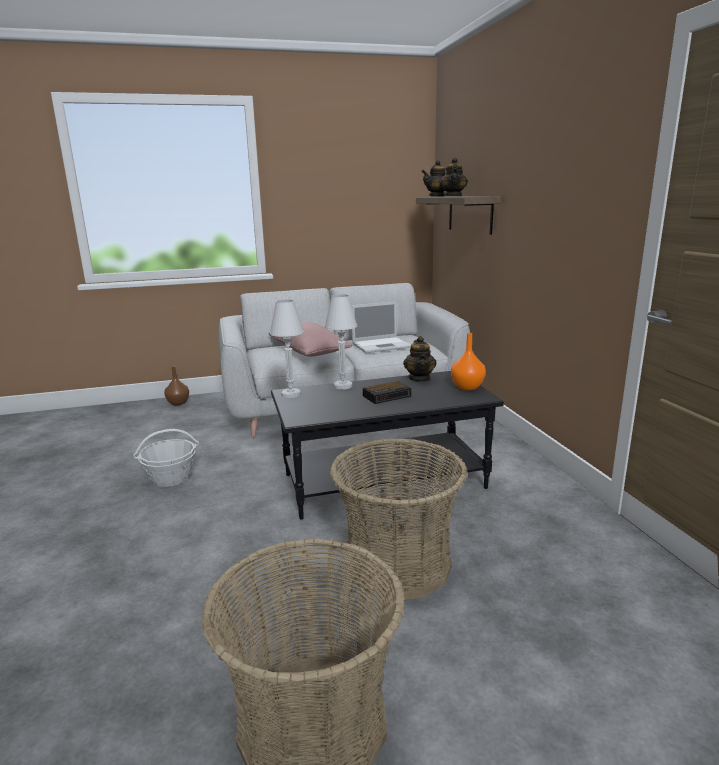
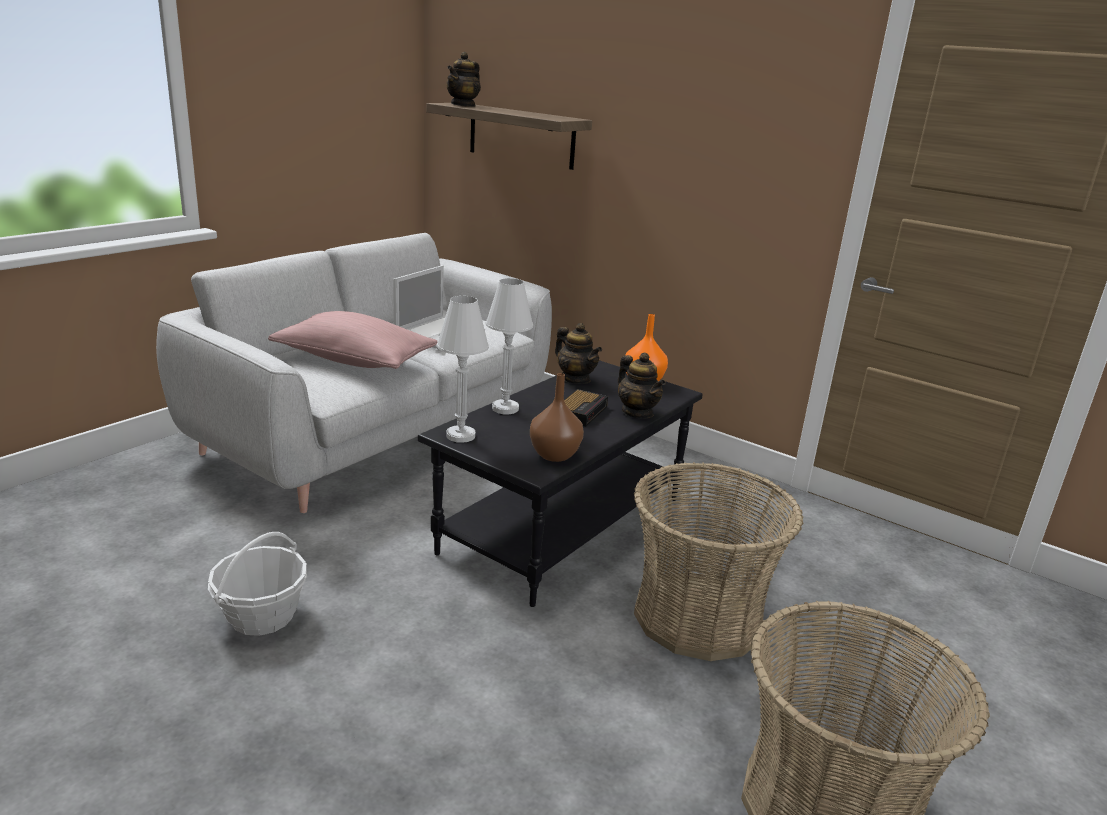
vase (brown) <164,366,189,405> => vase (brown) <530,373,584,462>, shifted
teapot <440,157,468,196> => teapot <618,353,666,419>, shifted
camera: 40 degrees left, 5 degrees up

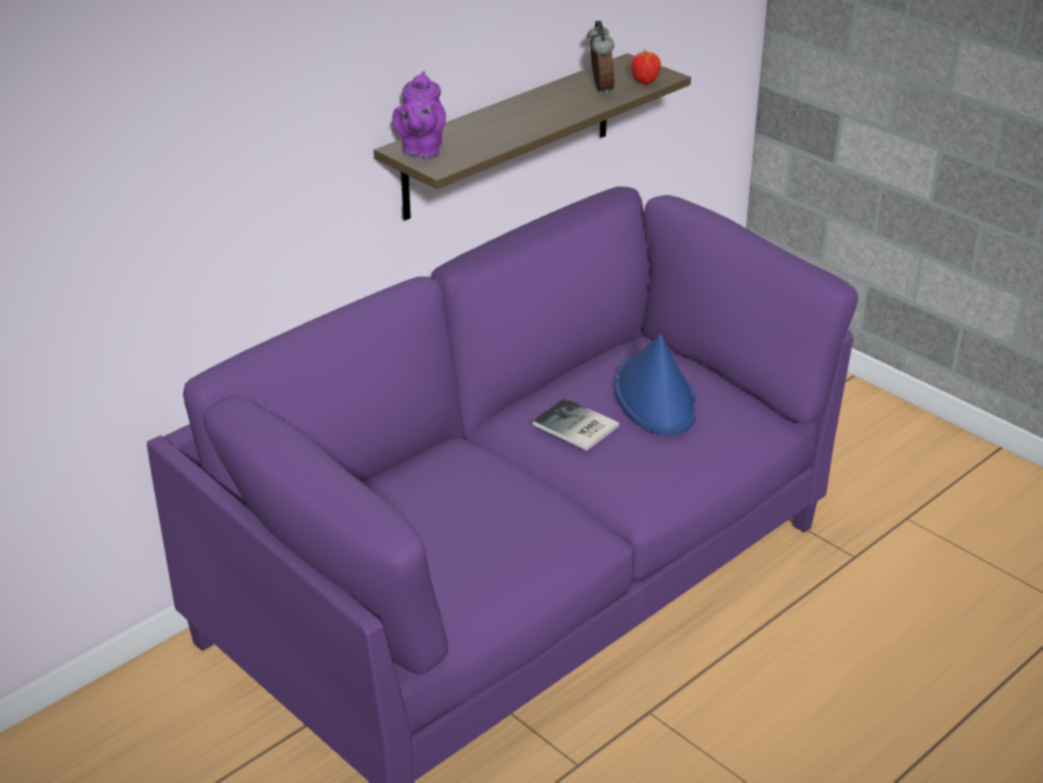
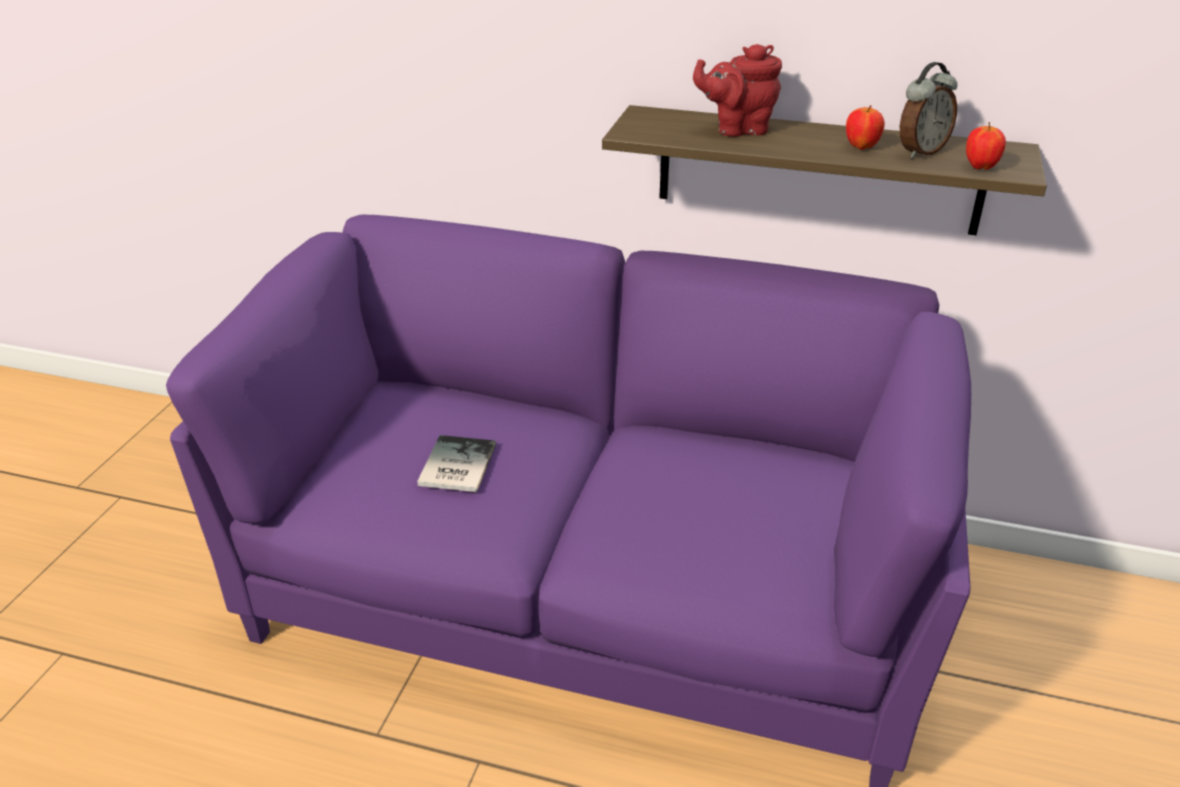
book <533,398,619,451> => book <417,435,496,492>, shifted
nothing => teapot (red) <693,44,782,137>
nothing => apple <846,105,885,150>
teapot (purple) <392,71,446,159> => nothing
hat (blue) <614,334,696,435> => nothing
camera: 60 degrees right, 0 degrees up

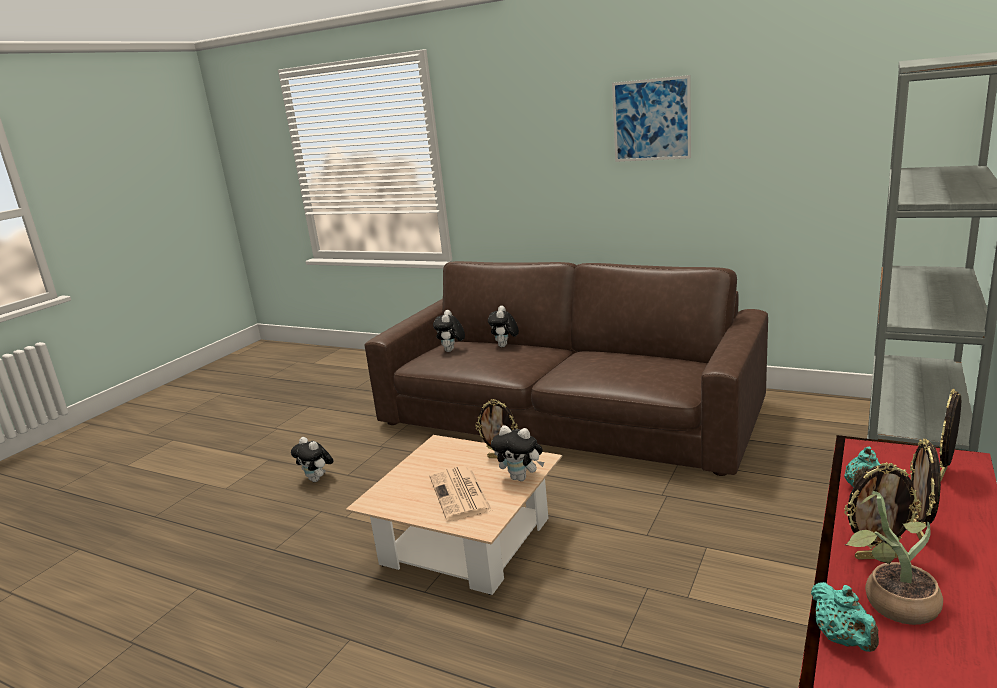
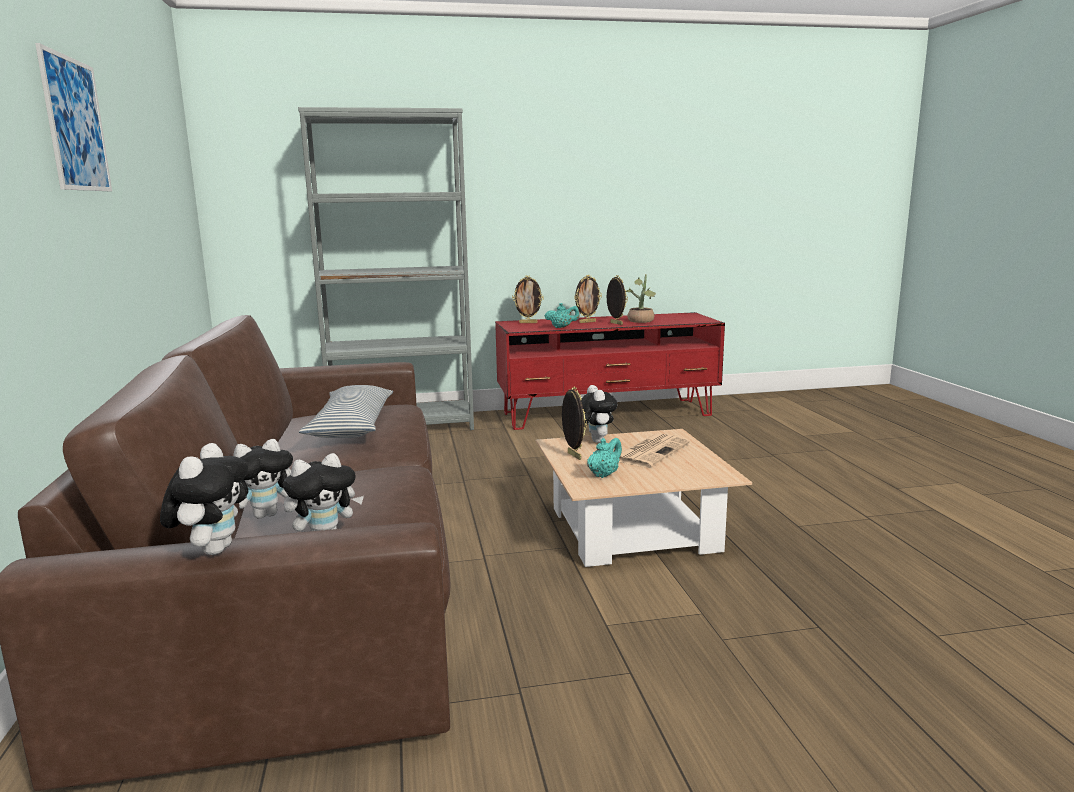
plush toy <291,437,334,482> => plush toy <160,443,248,555>, shifted
nothing => pillow <299,385,393,438>
teapot (turquoise) <811,582,879,652> => teapot (turquoise) <587,438,622,478>, shifted
camera: 130 degrees left, 5 degrees down

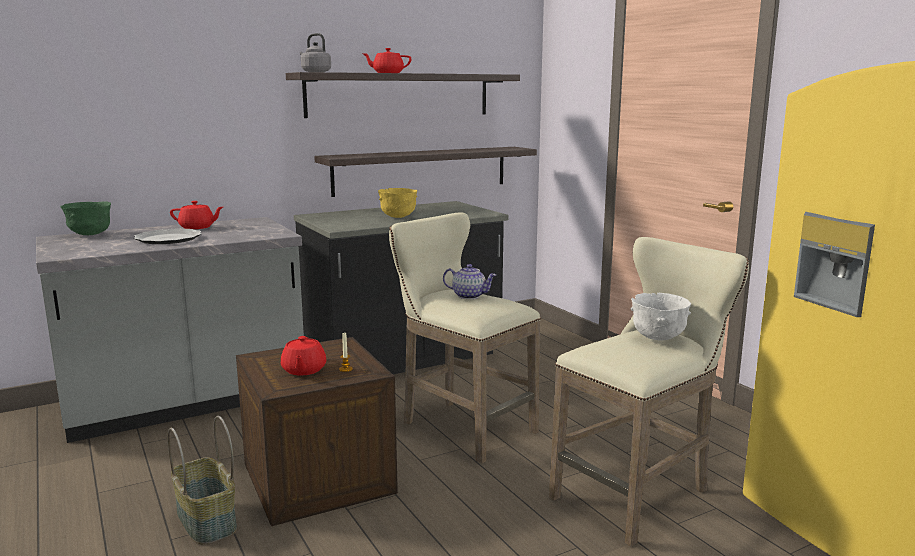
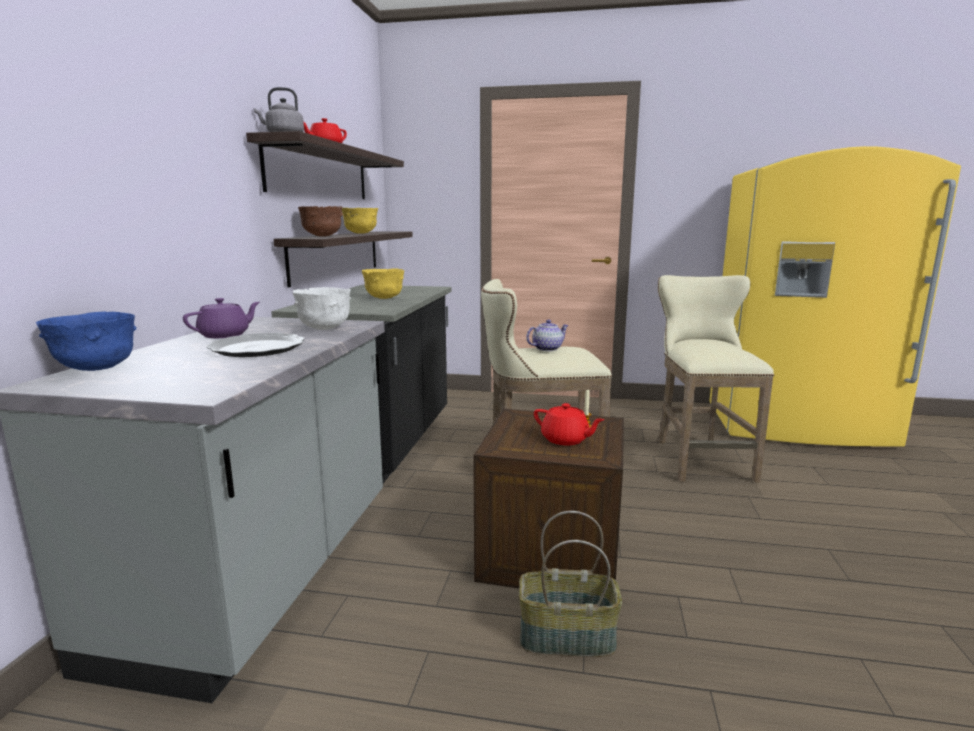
bowl (green) <60,201,111,235> => bowl (blue) <36,312,136,371>
teapot (red) <170,201,223,229> => teapot (purple) <183,298,260,338>
bowl (white) <631,293,691,340> => bowl (white) <292,287,351,330>, shifted
nothing => bowl (brown) <298,206,343,237>
nothing => bowl (yellow) <342,208,378,234>
camera: 50 degrees left, 0 degrees up

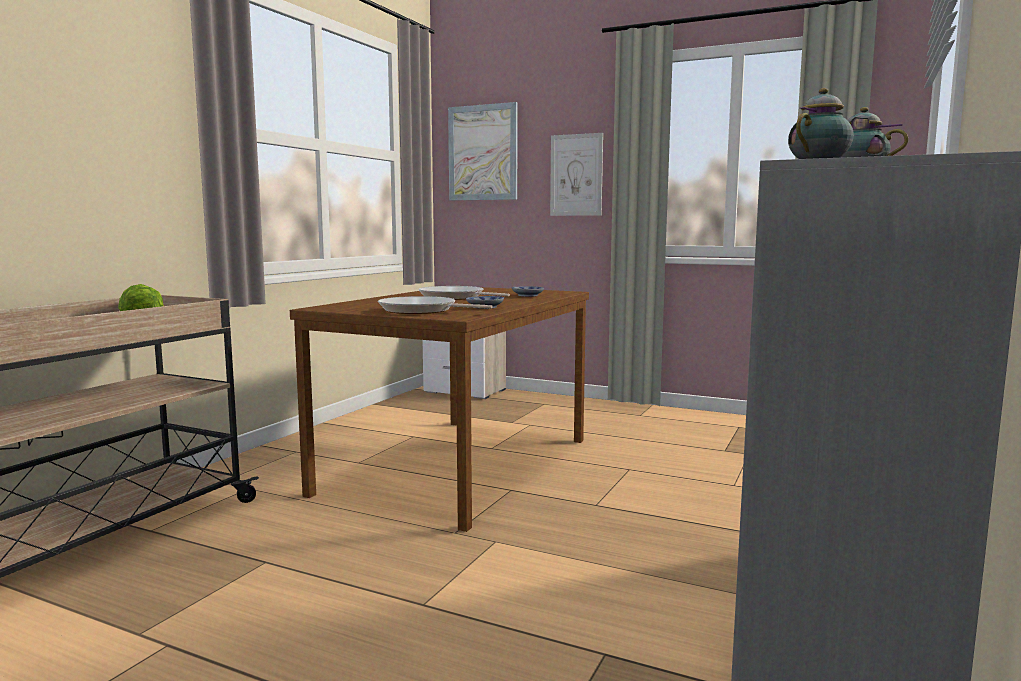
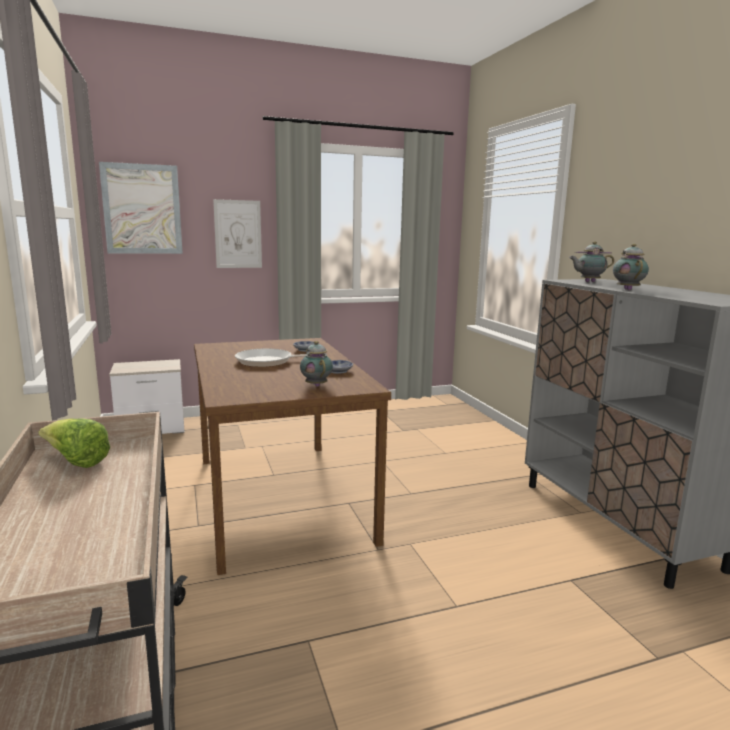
frying pan <378,296,493,314> => teapot <300,341,333,387>
camera: 45 degrees left, 5 degrees up

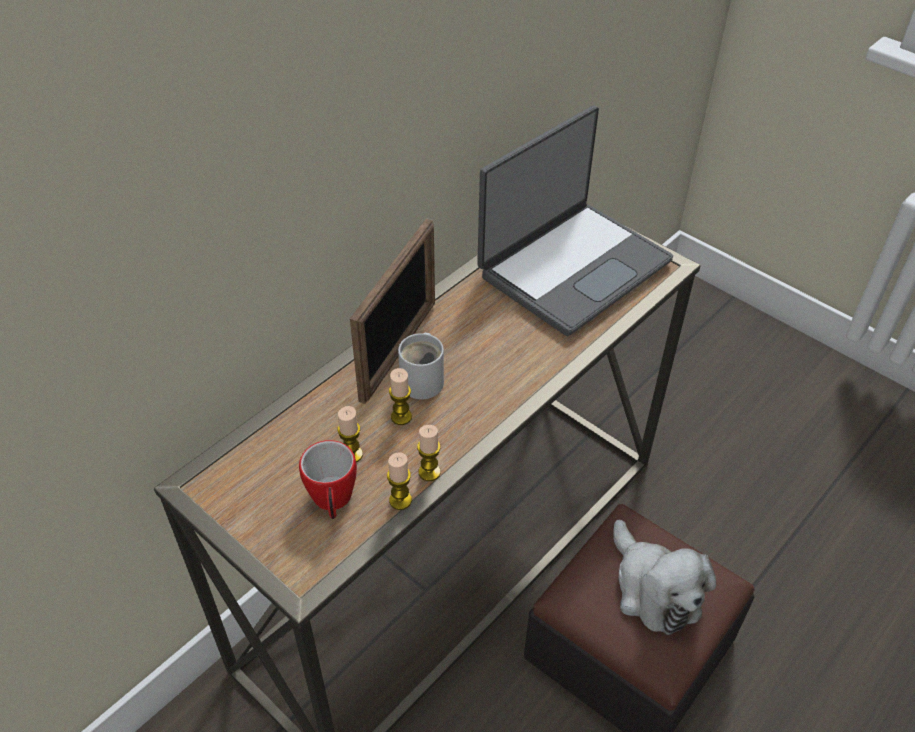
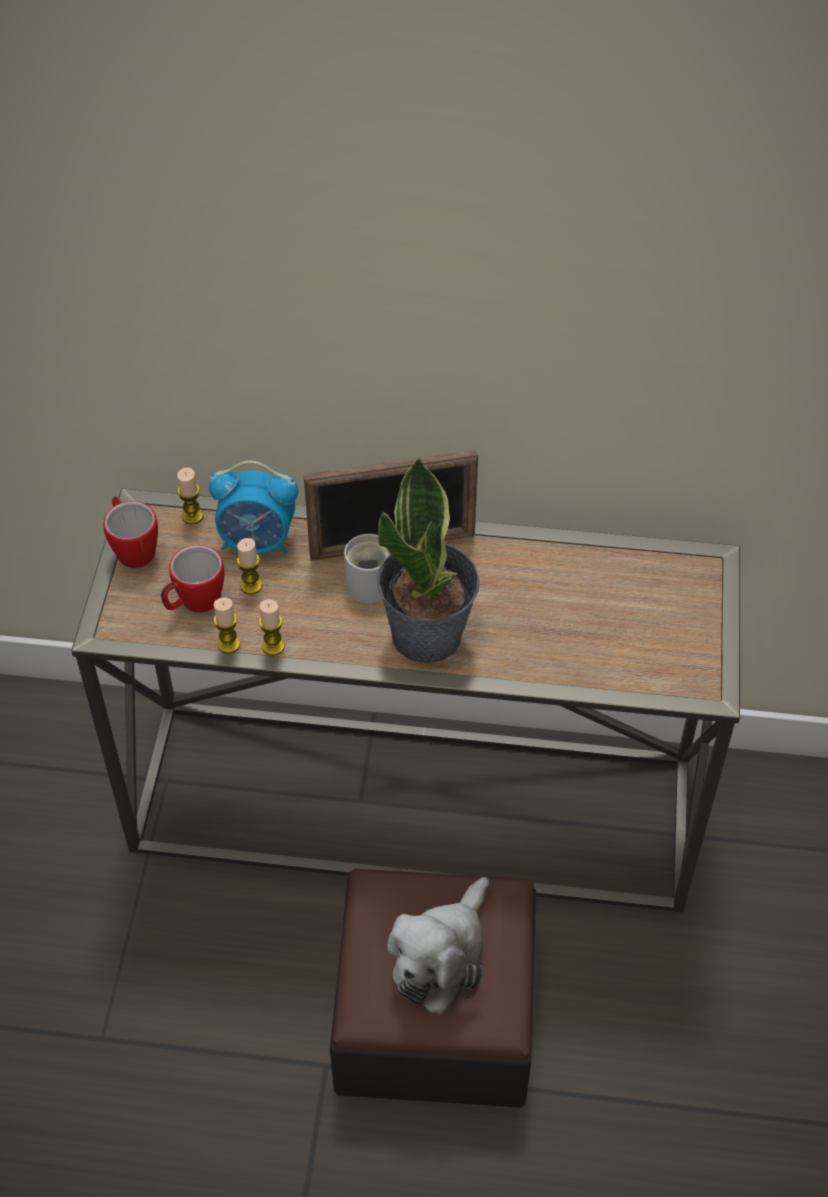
nothing => mug <103,496,158,568>
candle <389,368,412,425> => candle <177,467,203,524>, shifted
nothing => alarm clock <209,461,298,554>
nothing => potted plant <377,457,480,663>
laptop <477,106,673,336> => nothing
camera: 55 degrees right, 5 degrees up

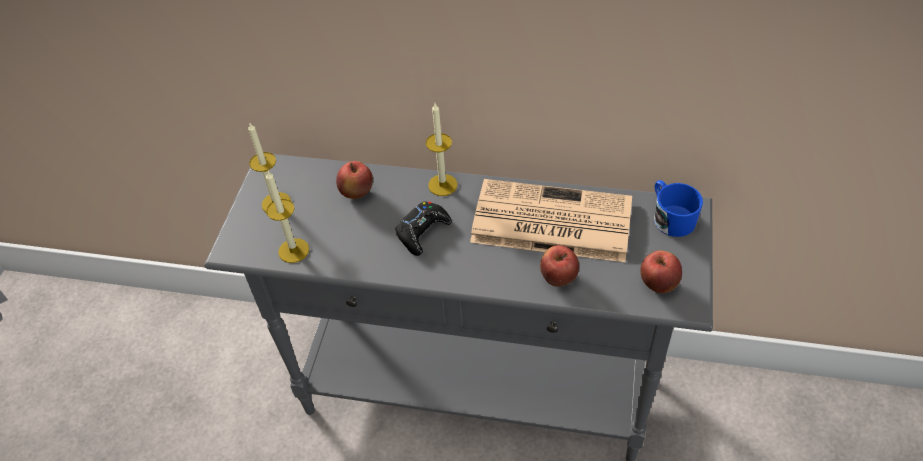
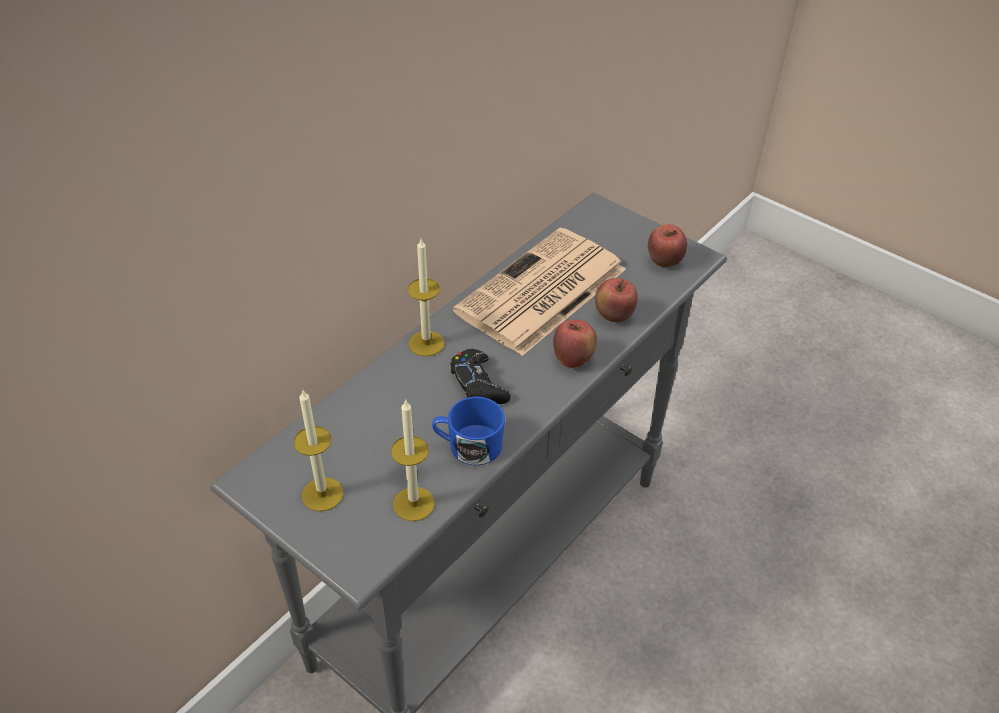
mug (blue) <654,180,703,237> => mug (blue) <432,396,505,465>, shifted
apple <336,161,373,199> => apple <553,320,597,368>, shifted
camera: 65 degrees left, 5 degrees down

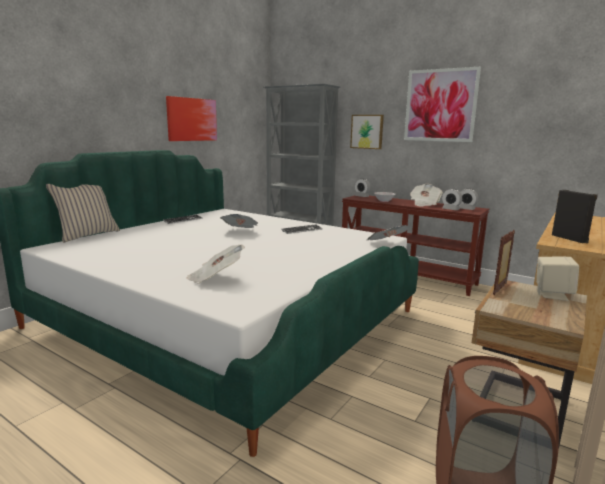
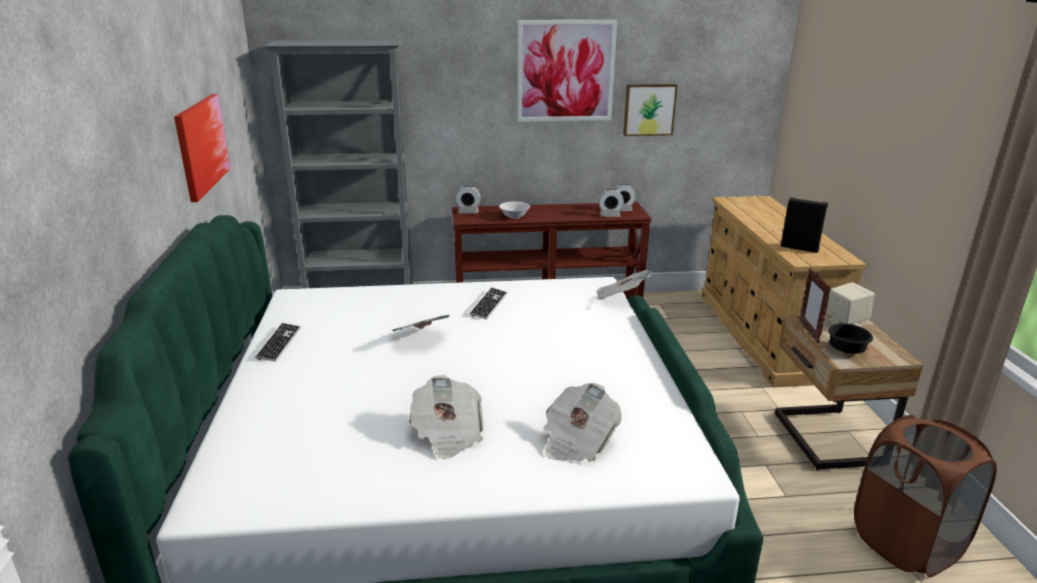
newspaper <410,184,443,207> => newspaper <409,375,484,460>, shifted
picture <350,115,384,149> => picture <623,84,678,136>, shifted
nothing => bowl (black) <828,323,873,354>
pillow (beige) <46,184,120,242> => nothing
camera: 40 degrees left, 10 degrees up

